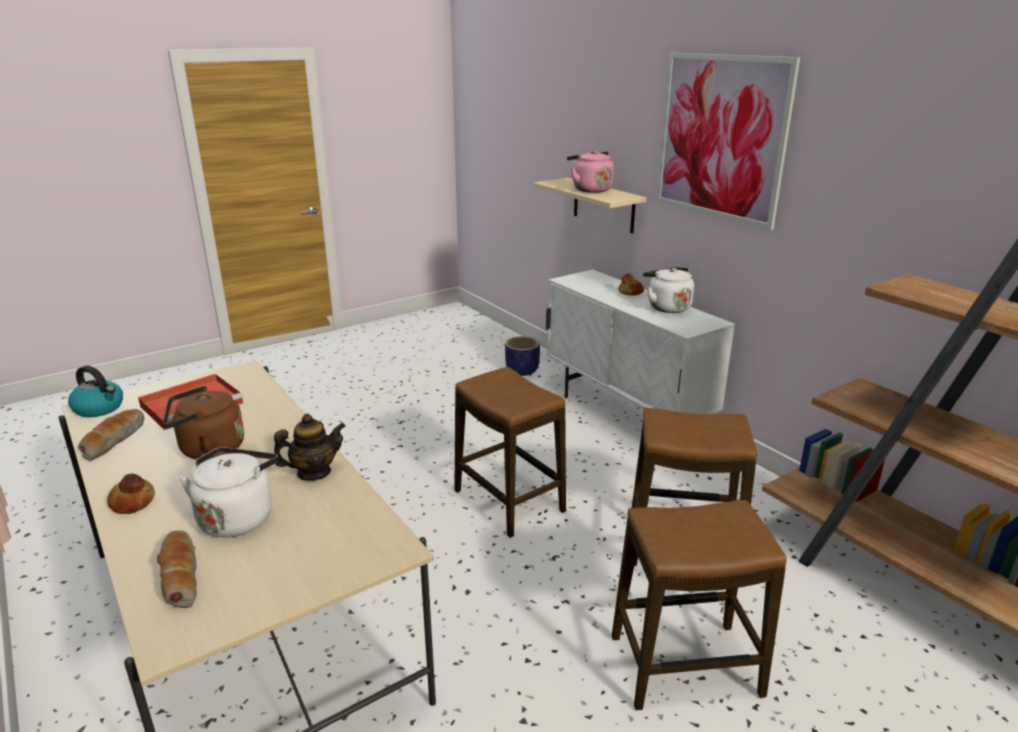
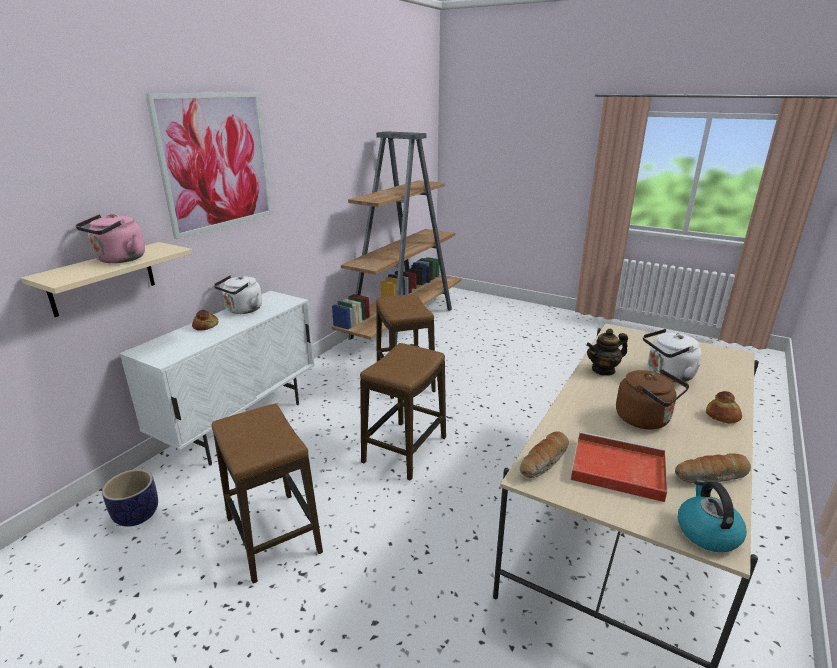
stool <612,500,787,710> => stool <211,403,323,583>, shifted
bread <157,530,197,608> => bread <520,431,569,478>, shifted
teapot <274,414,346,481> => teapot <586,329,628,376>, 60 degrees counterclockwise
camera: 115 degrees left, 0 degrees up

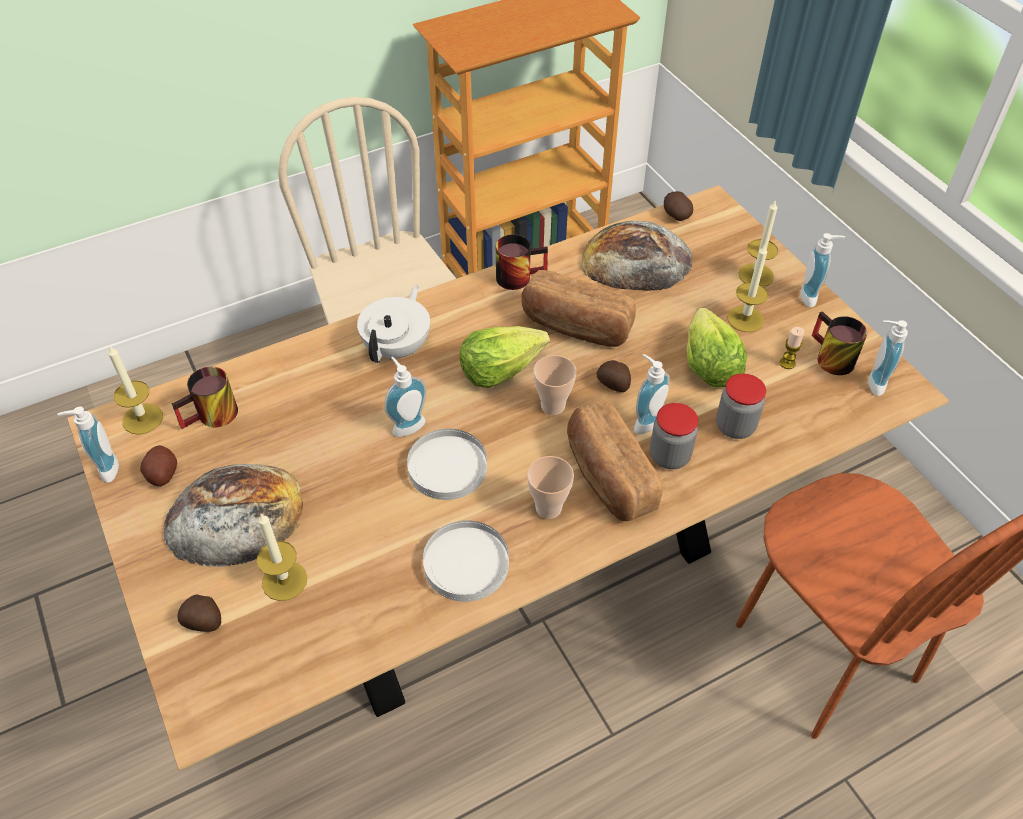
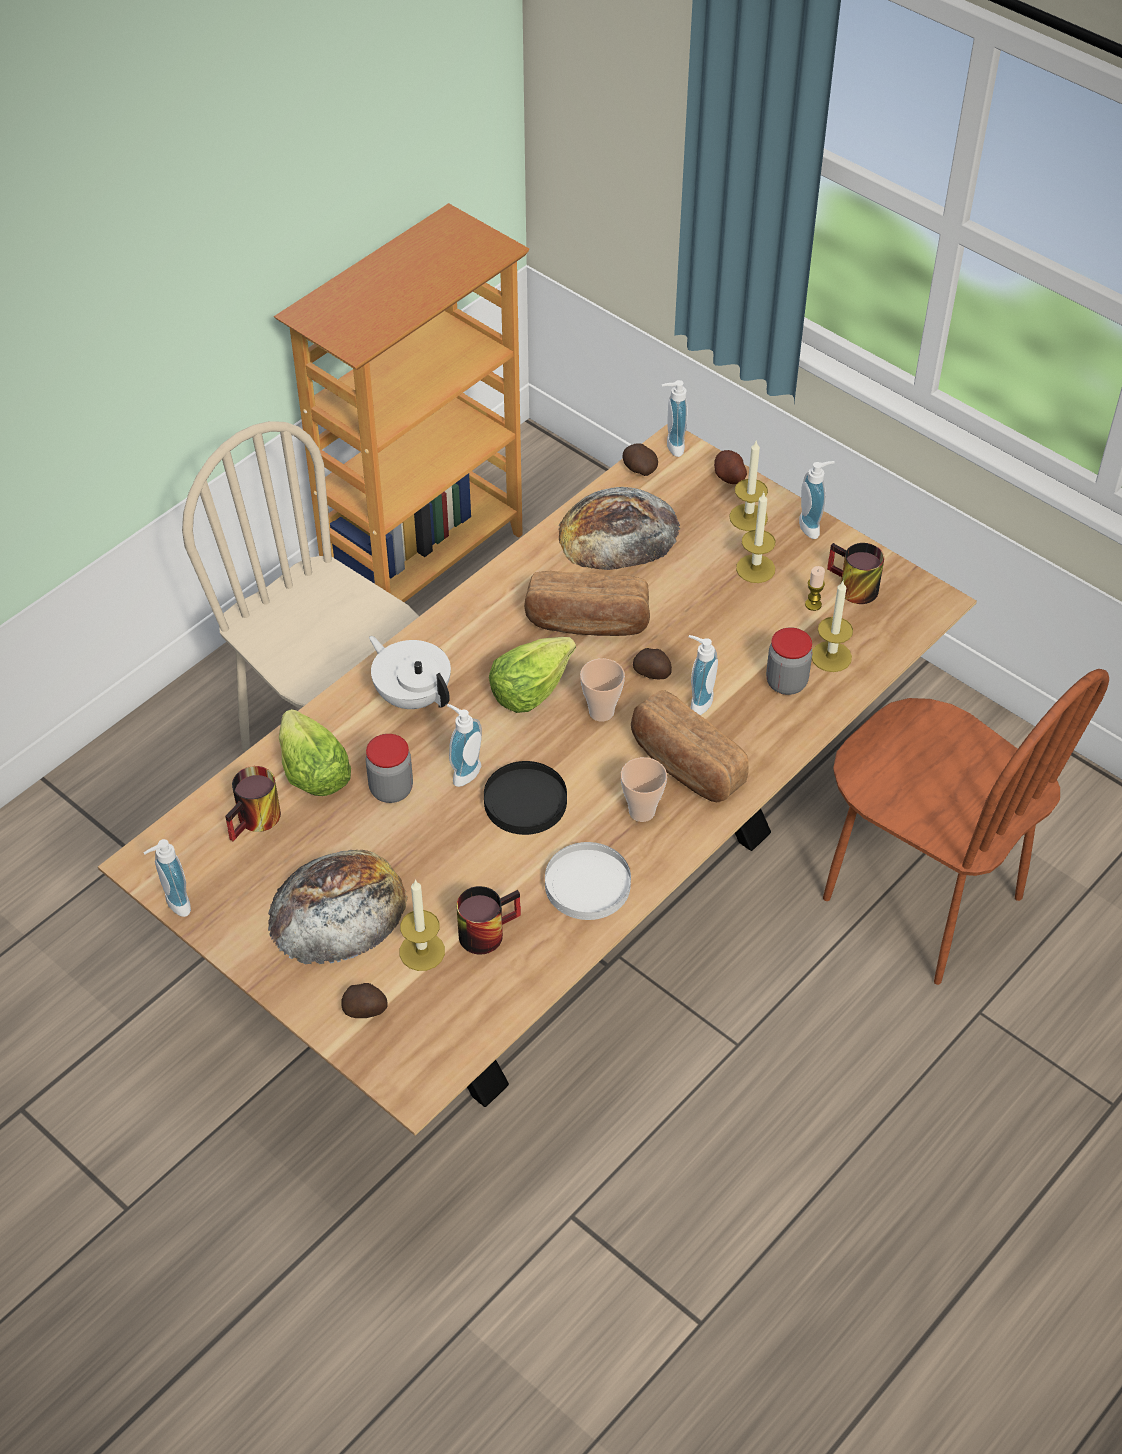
lettuce <687,308,747,387> => lettuce <279,709,351,796>, shifted
jar <650,403,698,469> => jar <366,734,413,803>, shifted
teapot (white) <357,285,430,363> => teapot (white) <369,636,451,709>, 45 degrees counterclockwise
mug <496,234,548,290> => mug <456,886,521,955>, shifted
plate (white) <407,429,487,500> => plate (black) <484,761,567,835>
soap dispenser <868,320,908,396> => soap dispenser <662,380,688,457>, shifted
potato <140,445,177,486> => potato <714,450,747,484>, shifted
candle <108,345,163,435> => candle <812,581,853,672>, shifted
camera: 20 degrees left, 0 degrees up

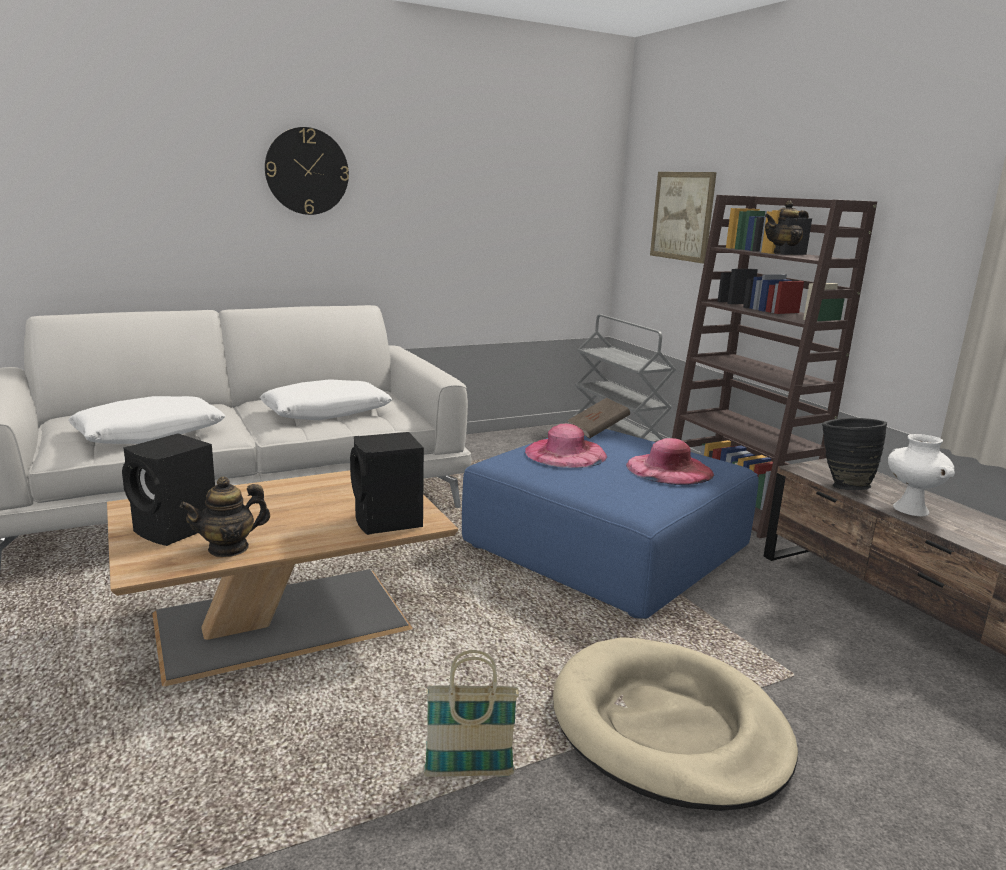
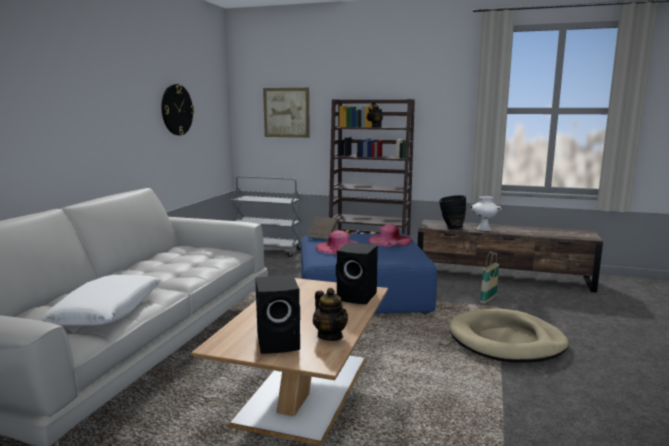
wall clock <265,127,349,215> => wall clock <161,84,194,135>, shifted
teapot <180,476,270,557> => teapot <313,288,348,341>, 45 degrees counterclockwise
basket <424,650,519,777> => basket <480,252,499,304>, shifted
pillow (white) <260,379,392,420> => nothing
camera: 45 degrees left, 5 degrees down

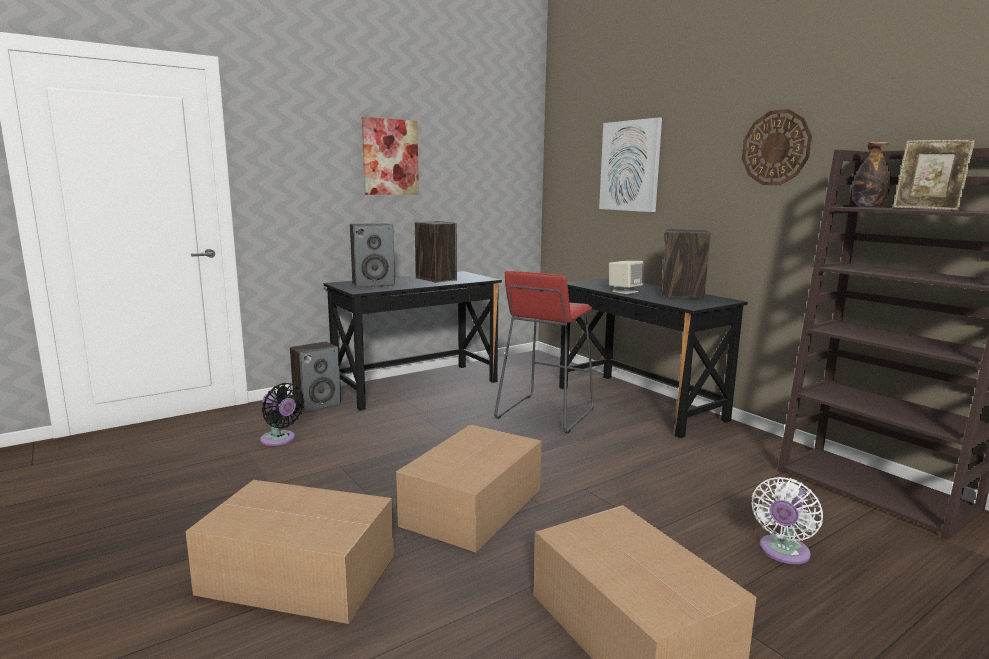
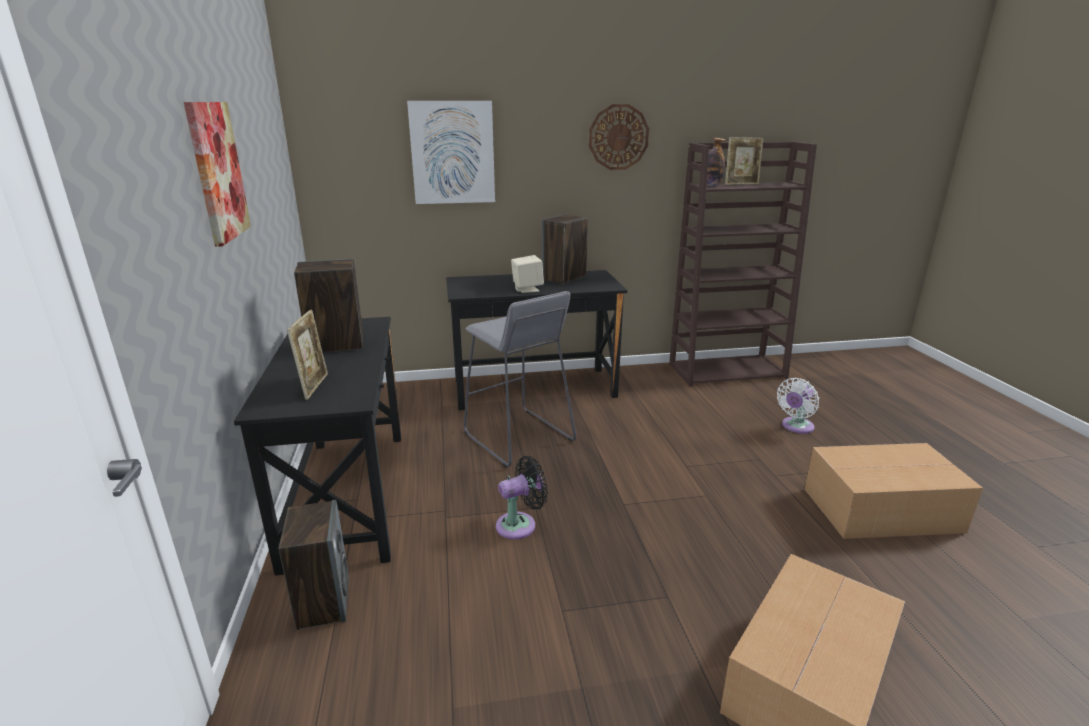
speaker <350,223,395,288> => picture frame <287,310,328,400>
stool (red) <494,271,594,433> => stool (grey) <464,291,576,467>
fan (black) <260,383,305,446> => fan (black) <496,456,548,540>, shifted
fan (white) <752,477,823,564> => fan (white) <777,378,819,434>, 75 degrees clockwise
cardboard box <396,425,541,553> => nothing
camera: 65 degrees left, 10 degrees up

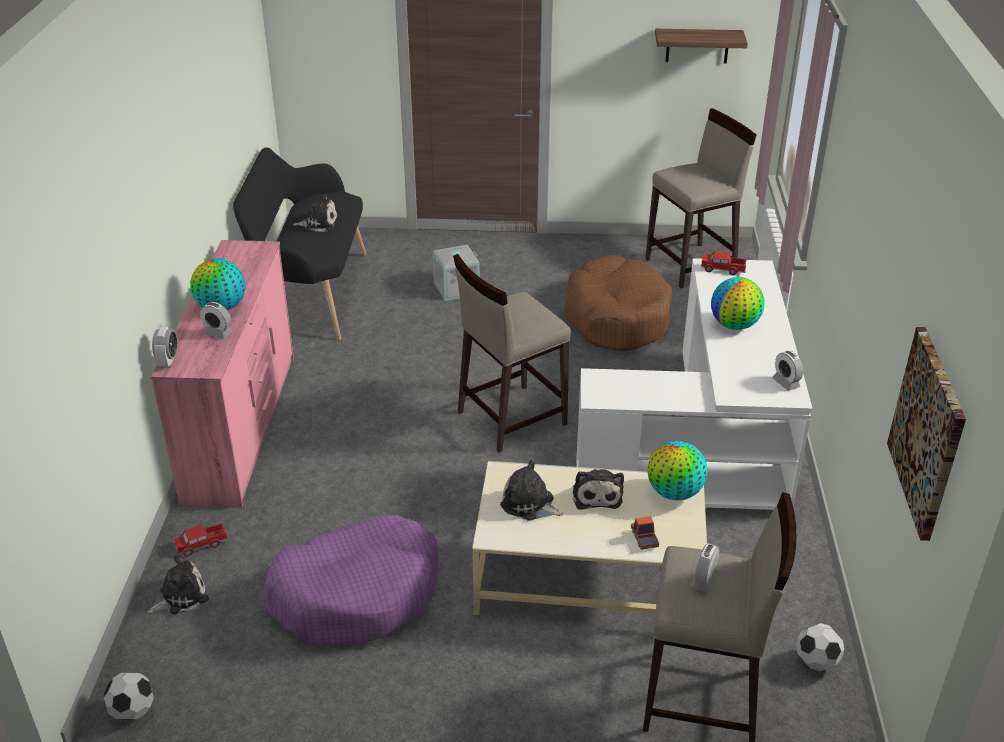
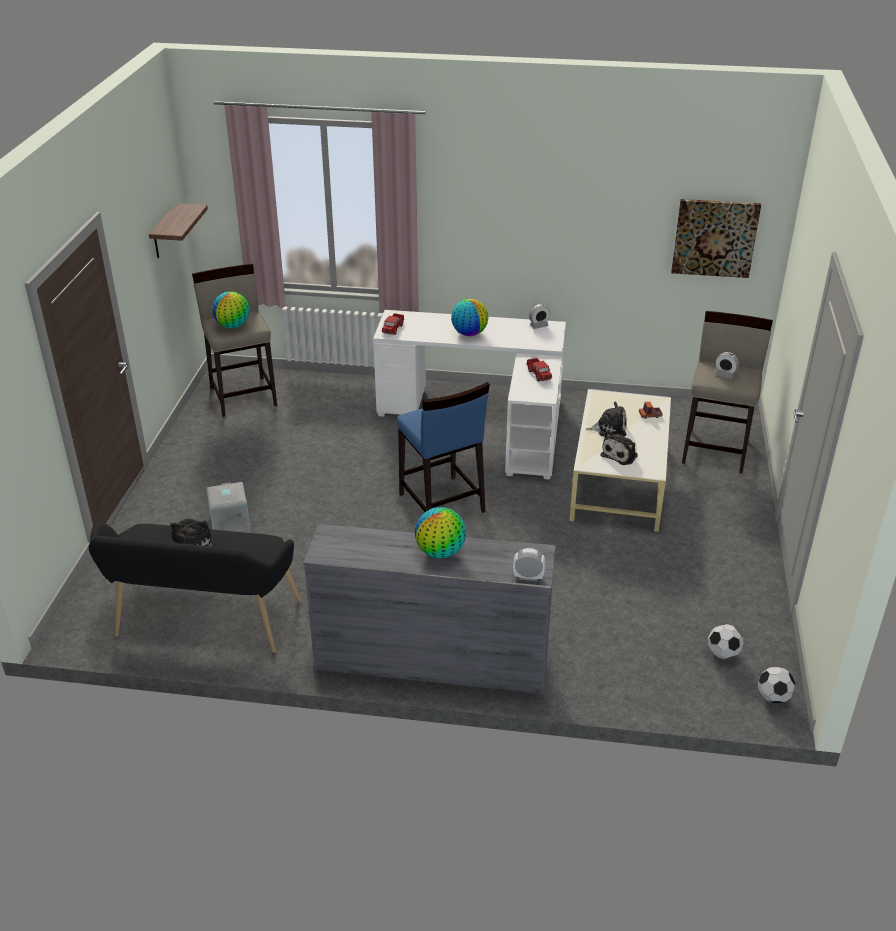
globe <647,441,707,500> => globe <212,291,249,328>, shifted
dresser (pink) <151,240,294,508> => dresser (grey) <303,524,556,695>
stool (beige) <453,254,571,453> => stool (blue) <397,382,490,513>
toy truck <174,523,228,556> => toy truck <526,358,552,381>, shifted
football <796,623,844,671> => football <708,624,744,660>, shifted
plush toy <147,556,209,614> => nothing
alarm clock <200,302,233,339> => nothing
dog bed (purple) <264,515,439,645> => nothing
dog bed (brown) <564,255,672,352> => nothing
camera: 85 degrees left, 0 degrees up

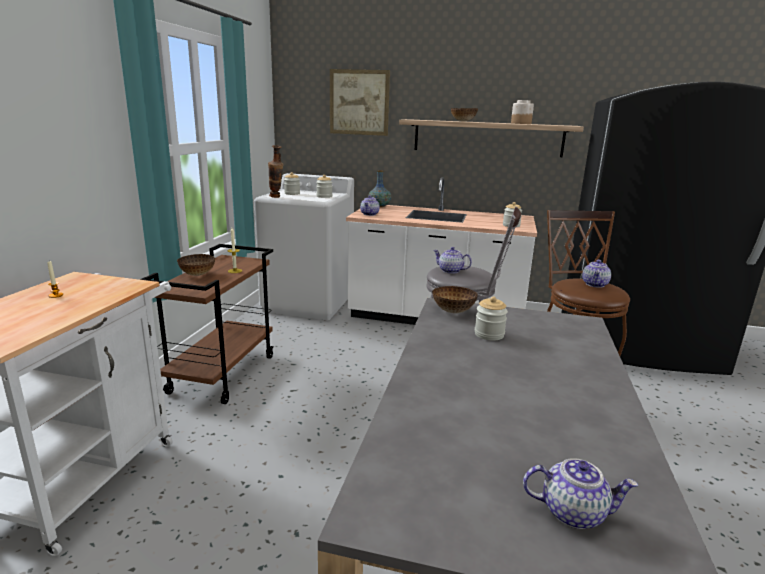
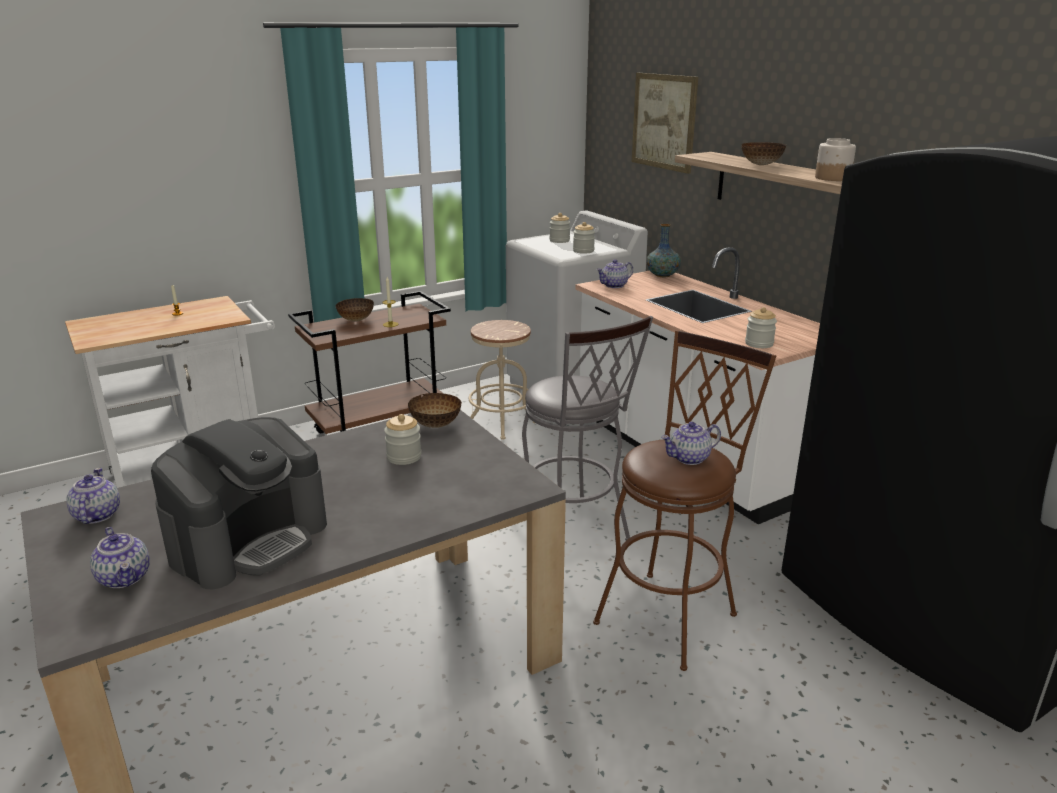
teapot <433,247,472,274> => teapot <66,468,120,524>, shifted
nothing => coffee machine <151,417,327,589>
nothing => stool (beige) <468,320,535,440>
vase <268,145,284,198> => nothing
camera: 45 degrees right, 5 degrees up

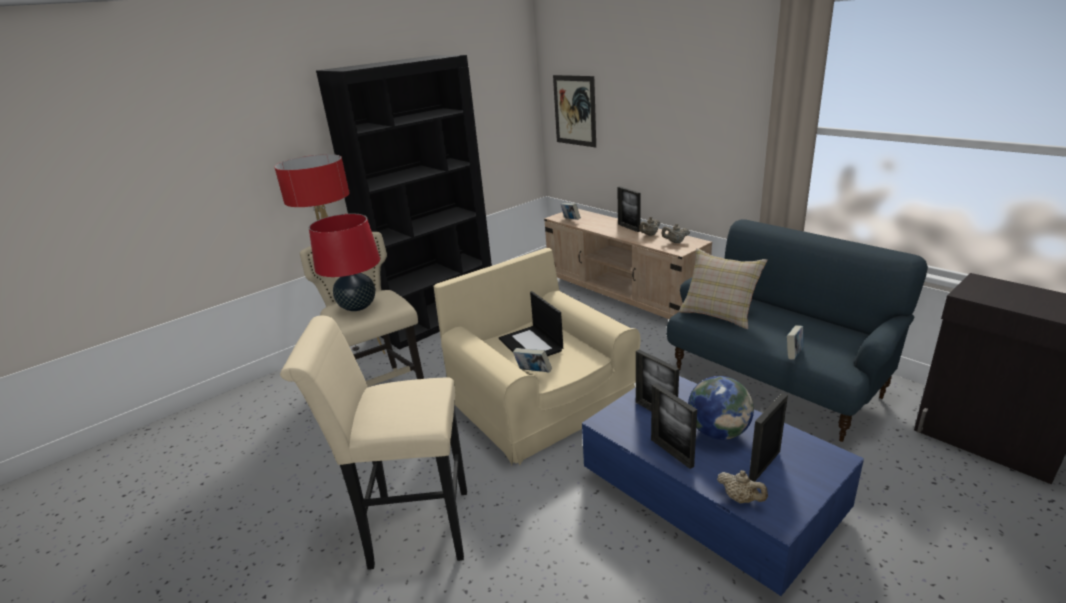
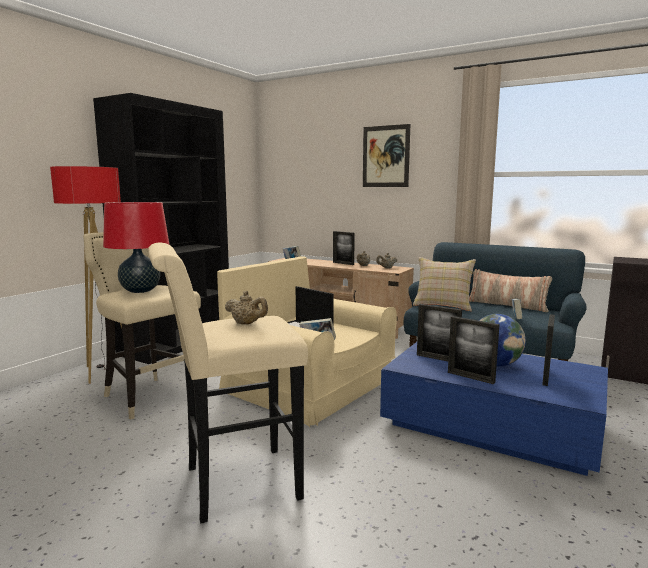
teapot (beige) <717,470,768,503> => teapot (beige) <225,291,268,325>, shifted
picture <553,75,596,147> => picture <363,124,410,187>, shifted
nothing => pillow <469,269,552,312>
camera: 20 degrees left, 15 degrees down

